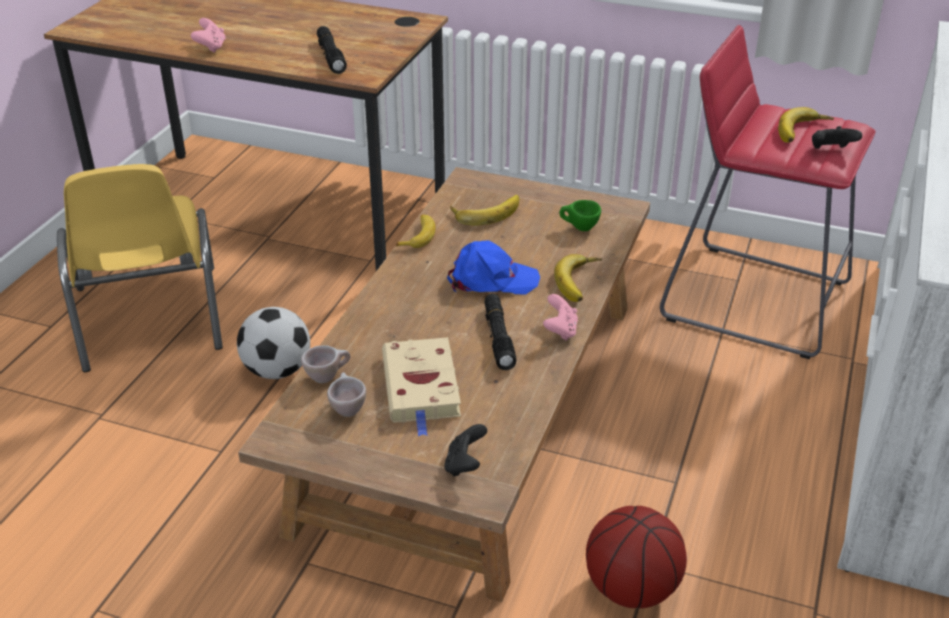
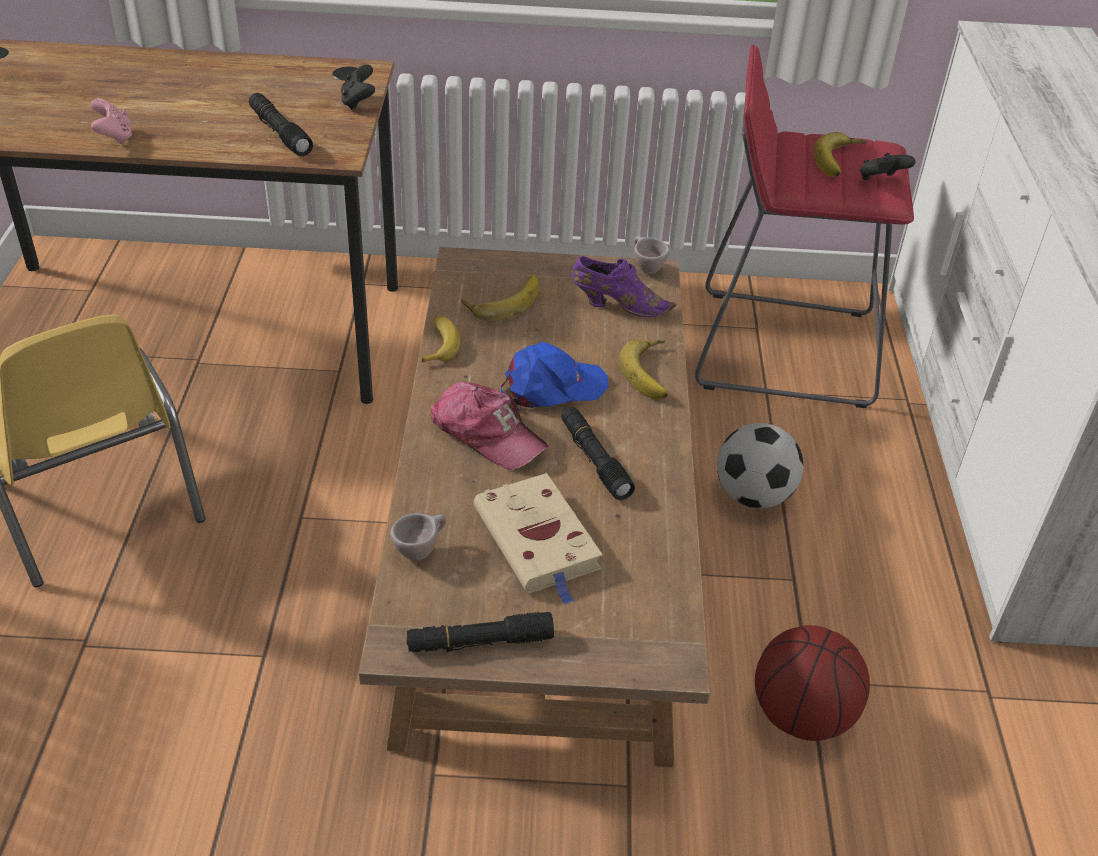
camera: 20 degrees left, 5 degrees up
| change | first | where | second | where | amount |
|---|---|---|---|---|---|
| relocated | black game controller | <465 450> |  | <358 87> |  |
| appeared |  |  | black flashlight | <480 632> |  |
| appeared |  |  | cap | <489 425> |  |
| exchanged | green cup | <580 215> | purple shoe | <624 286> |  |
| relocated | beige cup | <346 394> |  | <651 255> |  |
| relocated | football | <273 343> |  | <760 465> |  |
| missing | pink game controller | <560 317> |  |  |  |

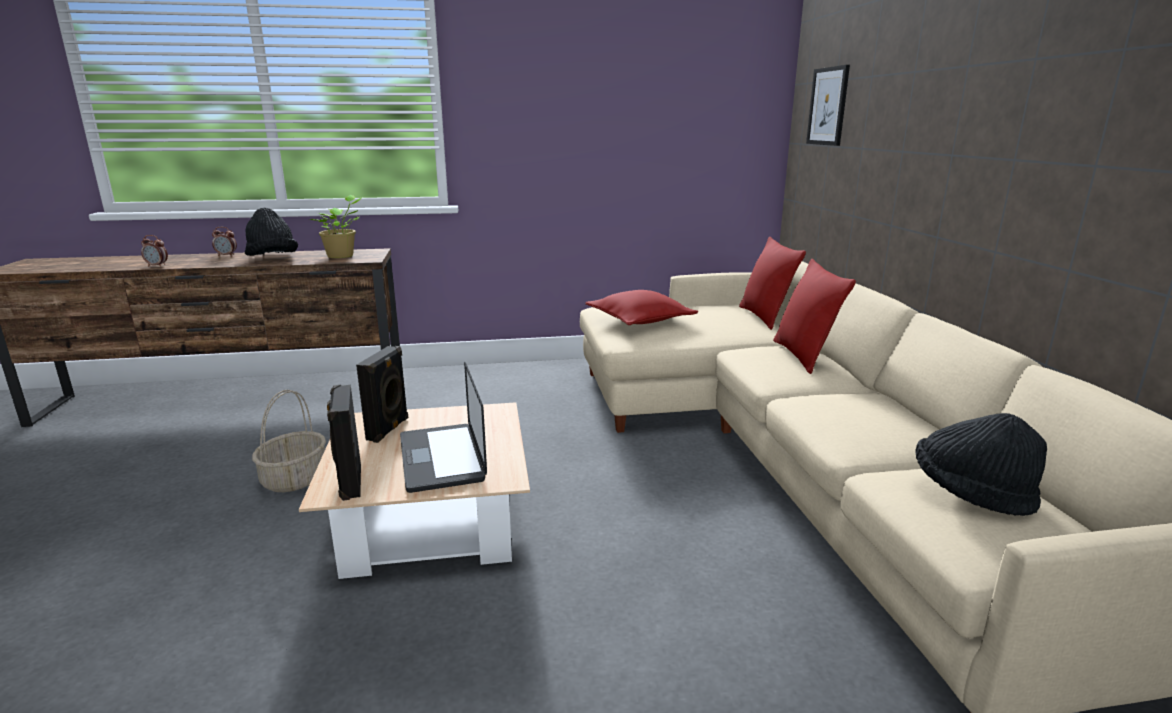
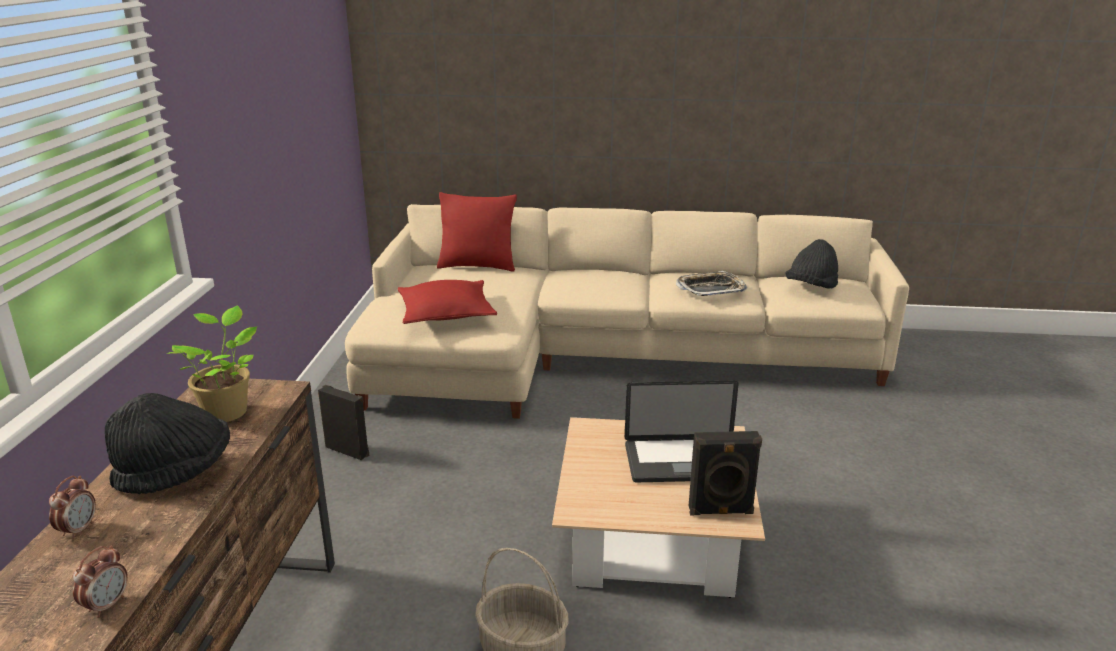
camera: 75 degrees left, 5 degrees up
| change | first | where | second | where | amount |
|---|---|---|---|---|---|
| relocated | black speaker | <382 394> |  | <343 422> |  |
| appeared |  |  | tray | <711 283> |  |
| missing | red pillow | <814 316> |  |  |  |
| missing | picture | <828 105> |  |  |  |

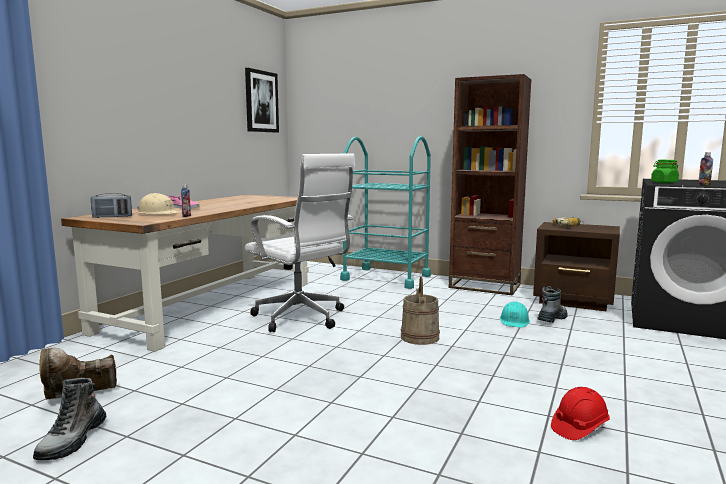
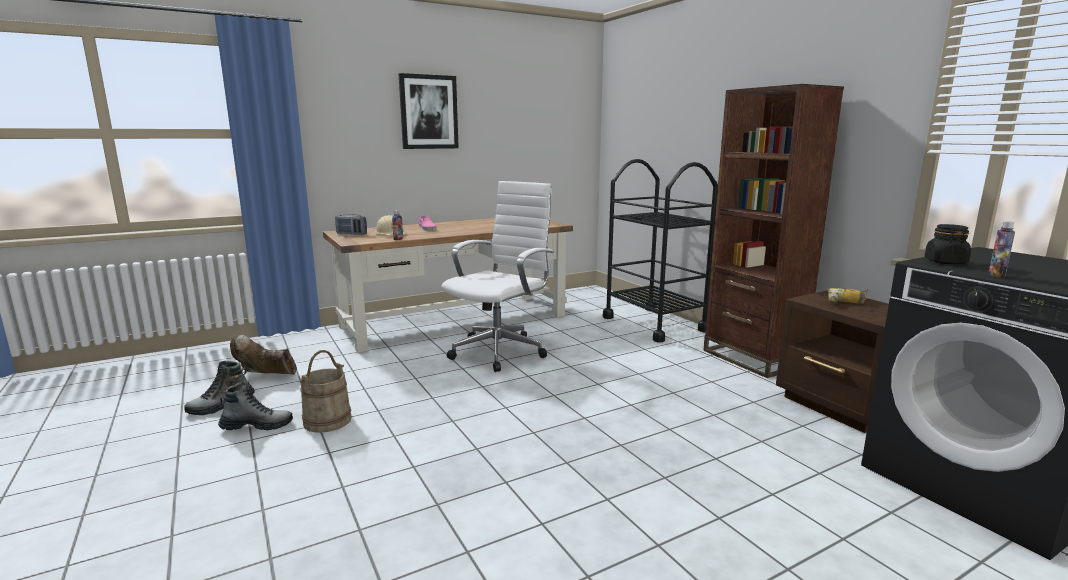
camera: 35 degrees right, 5 degrees up
| change | first | where | second | where | amount |
|---|---|---|---|---|---|
| relocated | boot | <552 304> |  | <255 405> |  |
| relocated | beige bucket | <420 310> |  | <326 391> |  |
| relocated | picture | <262 100> |  | <429 111> |  |
| spun | white office chair | <300 242> |  | <497 276> | 135 degrees counterclockwise |
| colour | turquoise cart | <385 212> | black cart | <660 251> |  |
| colour | green jar | <665 171> | black jar | <948 244> |  |
| missing | turquoise hard hat | <515 314> |  |  |  |
| missing | red hard hat | <580 413> |  |  |  |

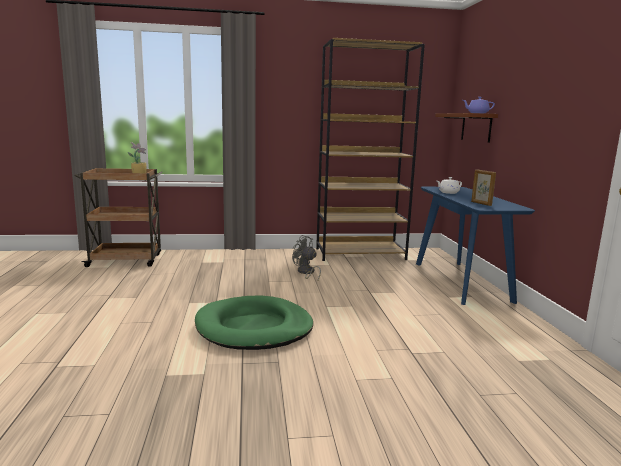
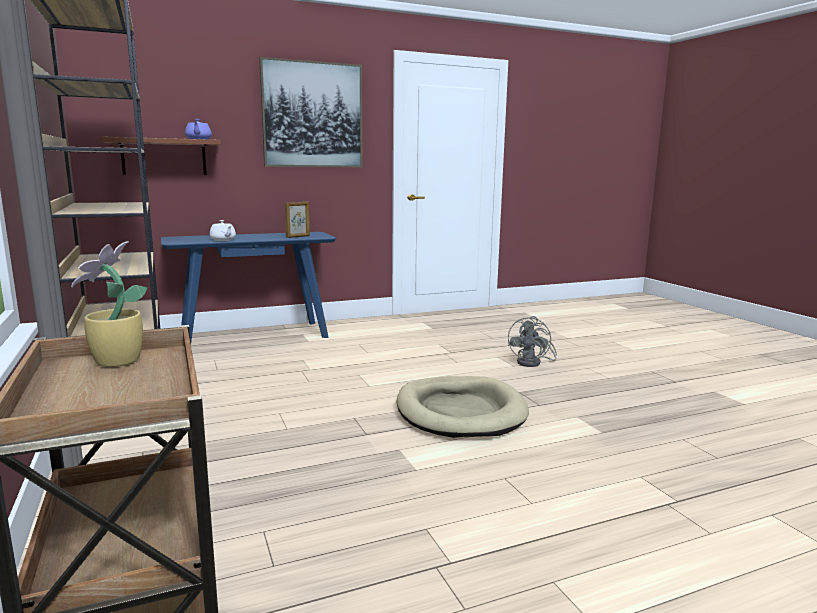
camera: 105 degrees left, 0 degrees up
| change | first | where | second | where | amount |
|---|---|---|---|---|---|
| appeared |  |  | picture | <311 112> |  |
| colour | green dog bed | <254 322> | beige dog bed | <462 407> |  |
| relocated | grey fan | <306 257> |  | <532 341> |  |

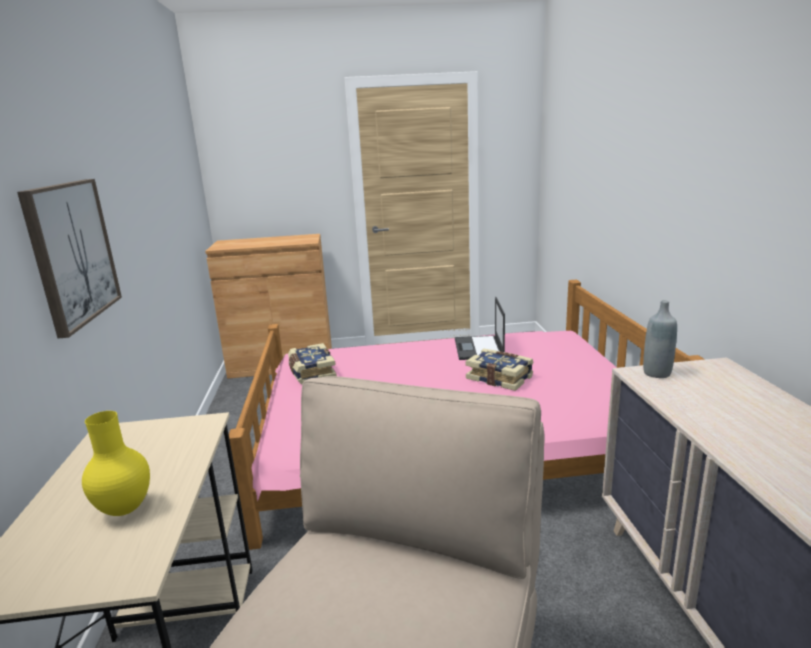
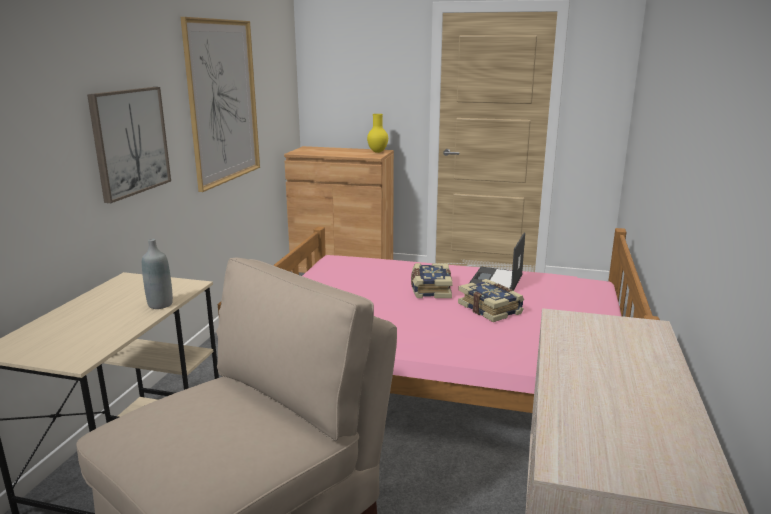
camera: 20 degrees right, 0 degrees up
| change | first | where | second | where | amount |
|---|---|---|---|---|---|
| relocated | grey bottle | <660 339> |  | <157 274> |  |
| appeared |  |  | picture | <220 104> |  |
| relocated | yellow vase | <116 463> |  | <377 133> |  |
| relocated | book | <312 364> |  | <432 280> |  |

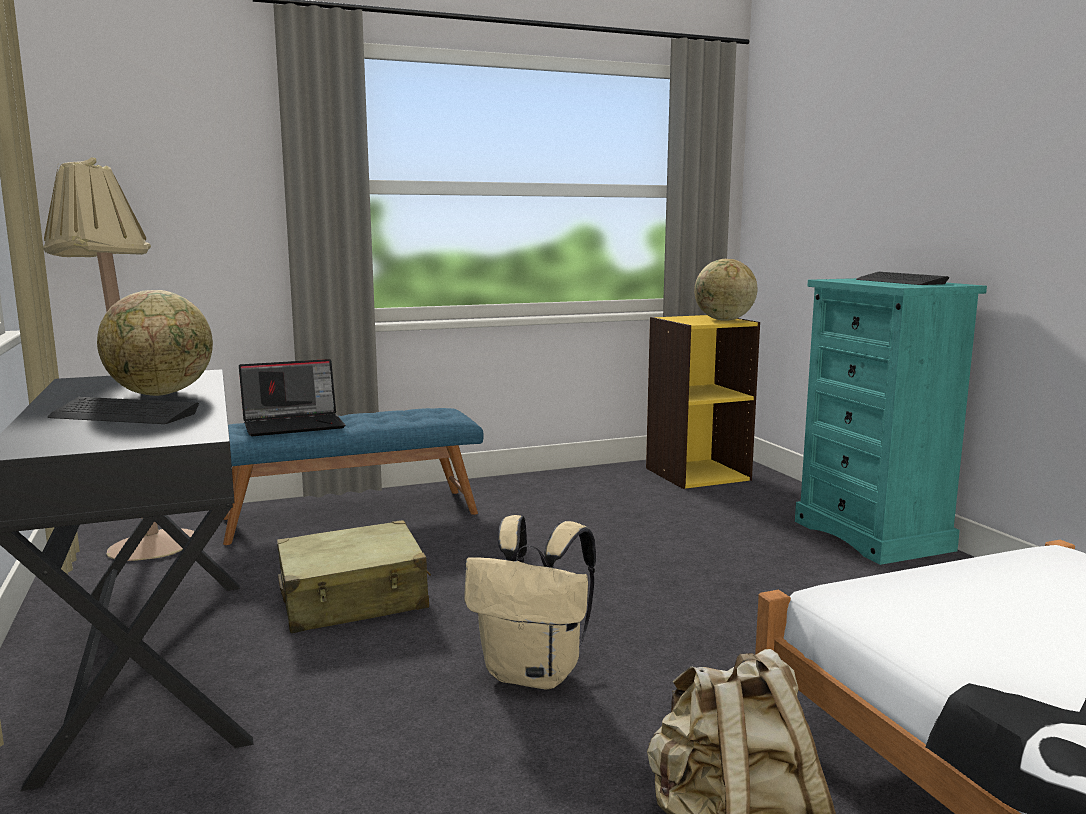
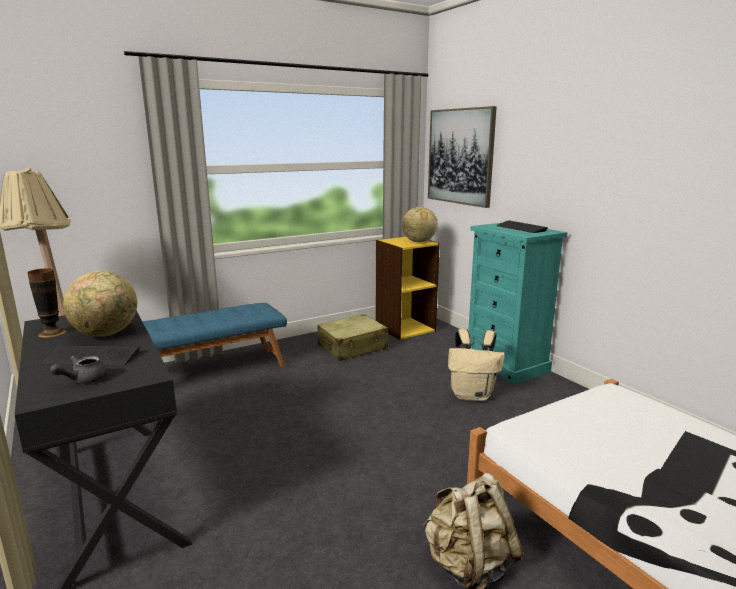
camera: 10 degrees left, 5 degrees up
| change | first | where | second | where | amount |
|---|---|---|---|---|---|
| appeared |  |  | vase | <47 303> |  |
| appeared |  |  | grey teapot | <79 370> |  |
| relocated | beige suitcase | <354 576> |  | <352 337> |  |
| appeared |  |  | picture | <462 157> |  |
| relocated | beige backpack | <530 602> |  | <476 365> |  |
| missing | laptop | <292 397> |  |  |  |

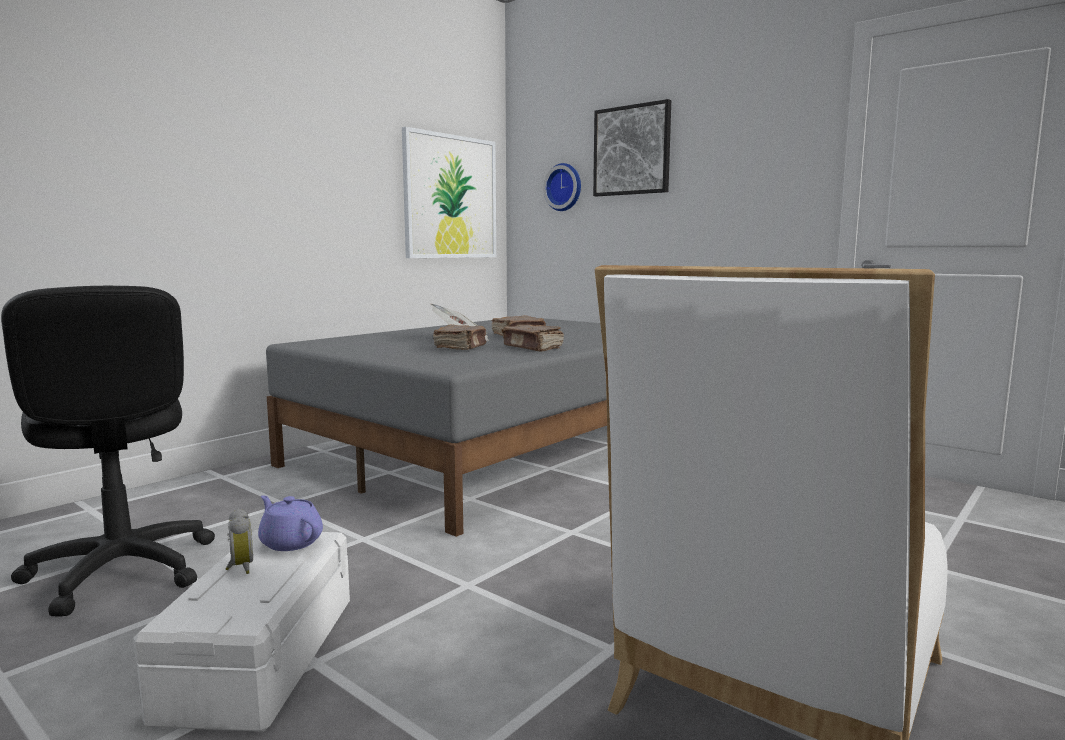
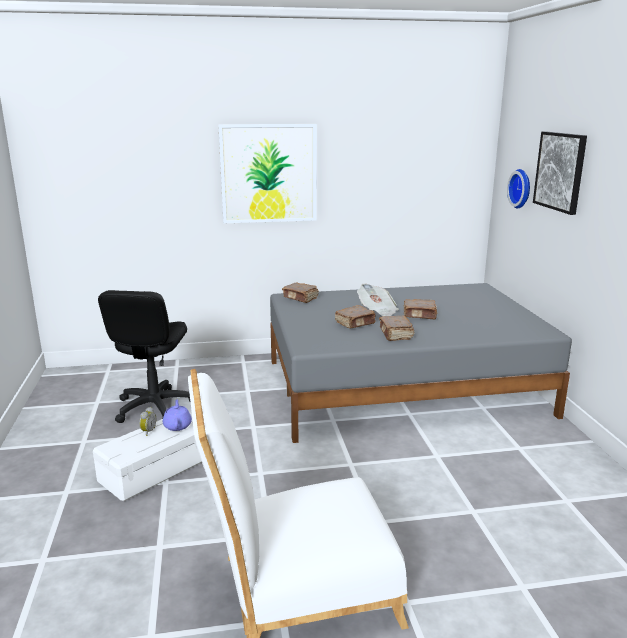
camera: 40 degrees right, 10 degrees up
| change | first | where | second | where | amount |
|---|---|---|---|---|---|
| relocated | picture | <449 192> |  | <267 173> |  |
| appeared |  |  | brown book | <300 292> |  |

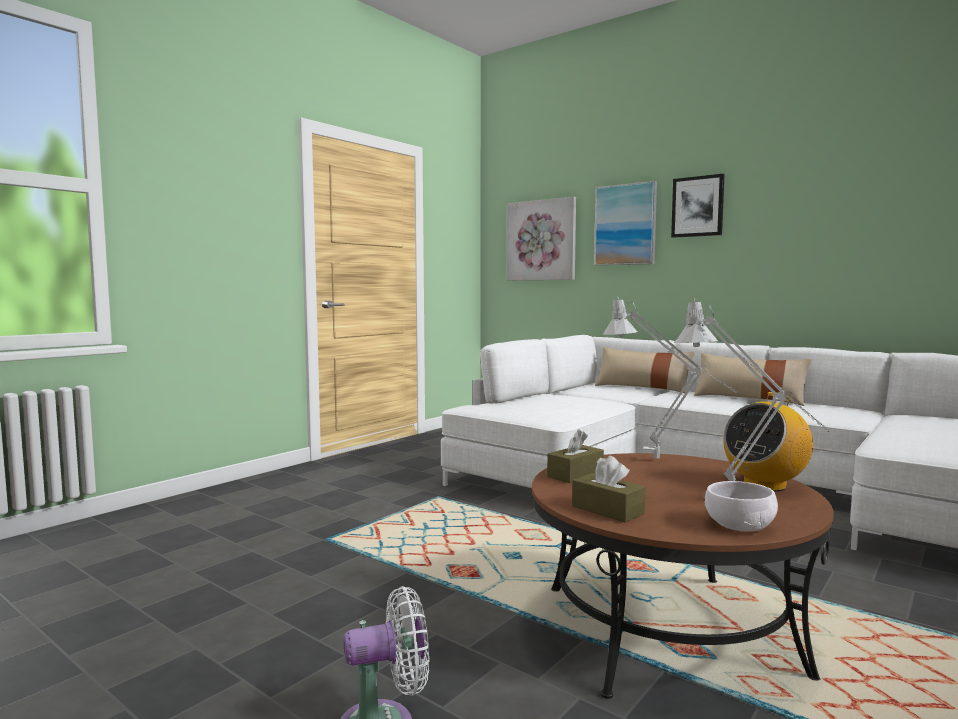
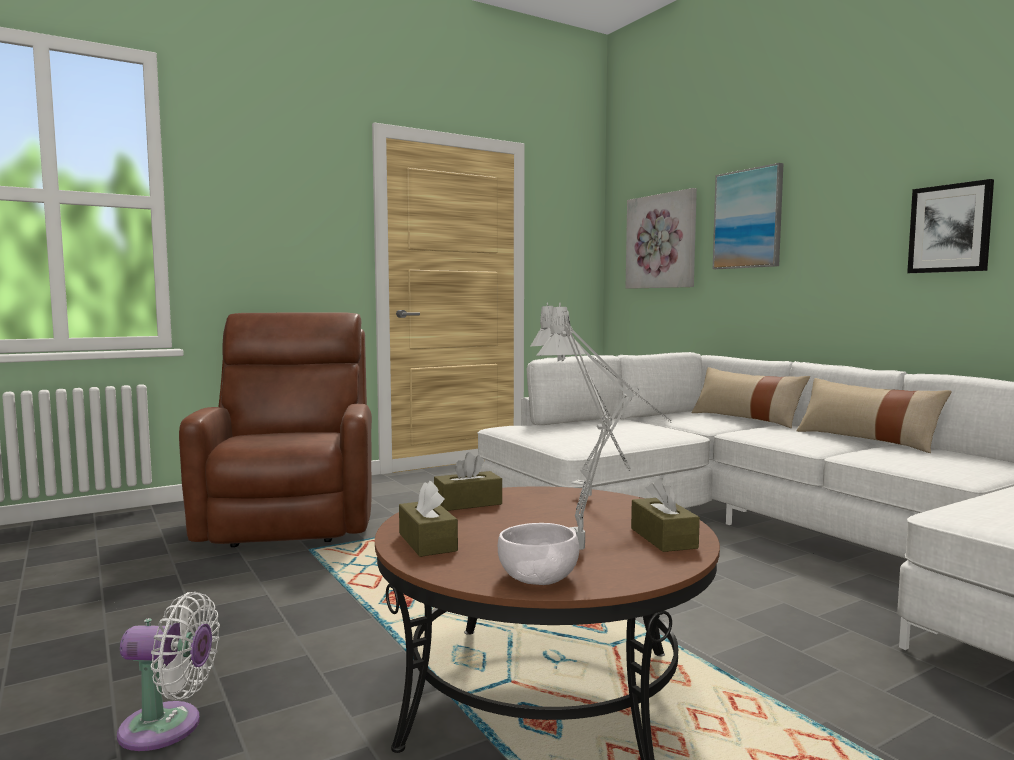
camera: 20 degrees right, 0 degrees up
| change | first | where | second | where | amount |
|---|---|---|---|---|---|
| appeared |  |  | brown armchair | <275 429> |  |
| exchanged | radio | <768 442> | brown tissue box | <665 515> |  |
| relocated | picture | <698 206> |  | <950 226> |  |

